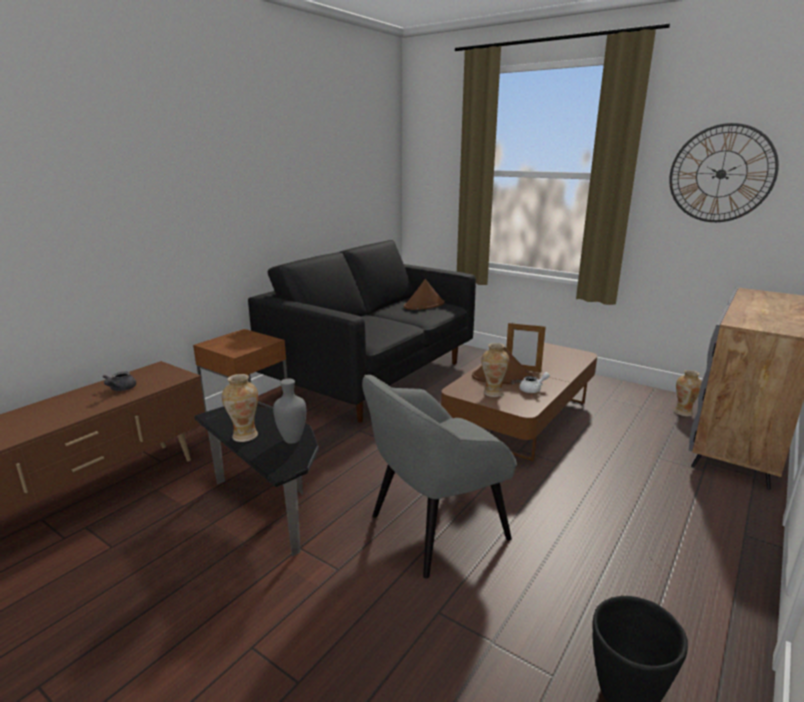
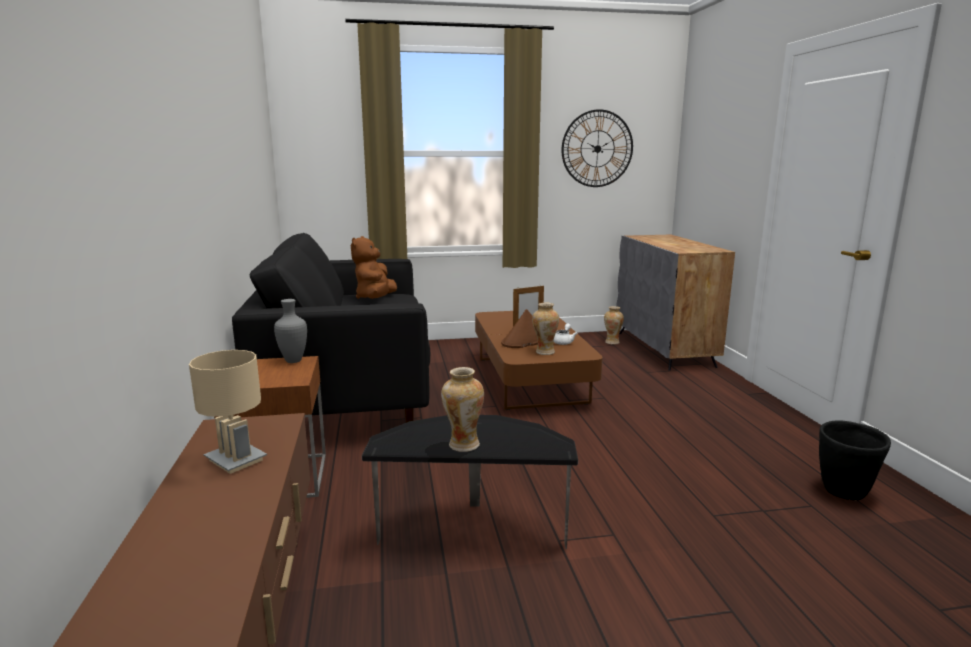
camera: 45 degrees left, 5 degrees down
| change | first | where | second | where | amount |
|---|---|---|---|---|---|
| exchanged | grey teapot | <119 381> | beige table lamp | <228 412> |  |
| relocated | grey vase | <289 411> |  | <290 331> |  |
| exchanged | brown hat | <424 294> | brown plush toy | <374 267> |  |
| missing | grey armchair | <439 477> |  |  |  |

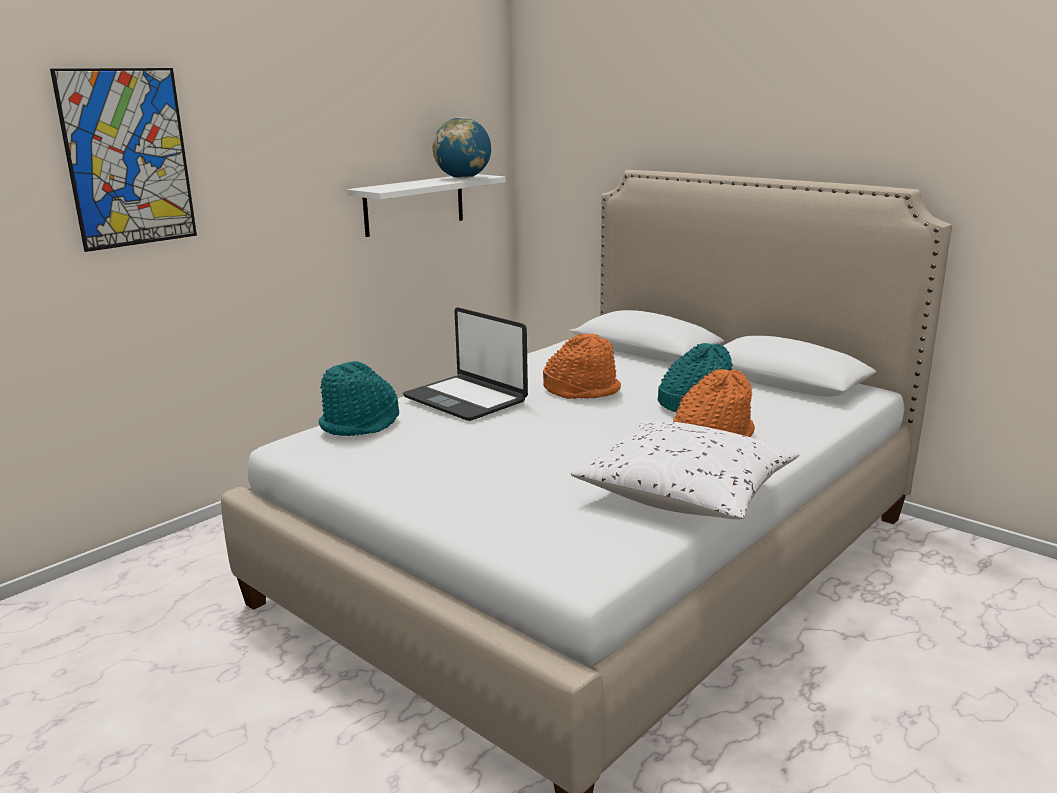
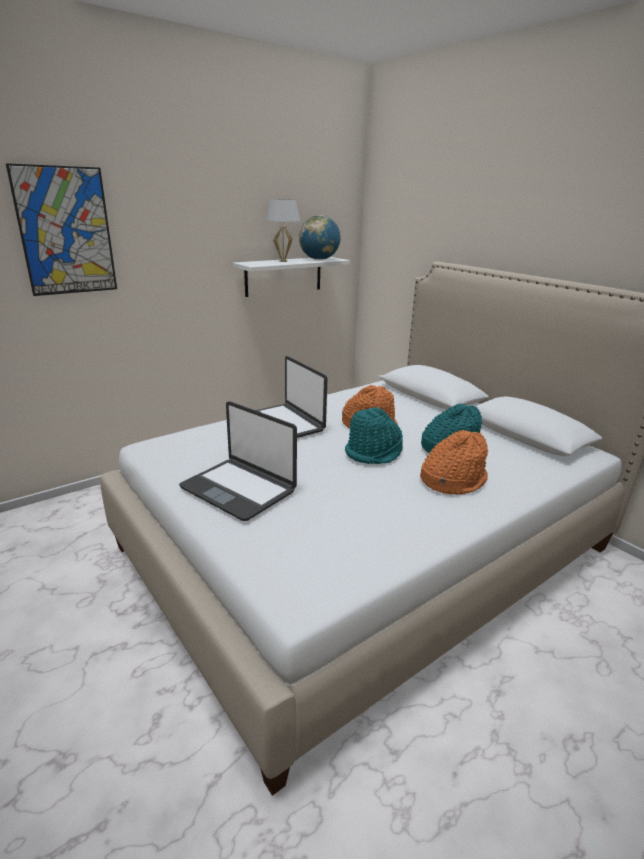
camera: 10 degrees right, 5 degrees up
| change | first | where | second | where | amount |
|---|---|---|---|---|---|
| appeared |  |  | laptop | <238 461> |  |
| appeared |  |  | white table lamp | <283 230> |  |
| relocated | turquoise hat | <359 398> |  | <374 435> |  |
| missing | white pillow | <685 469> |  |  |  |

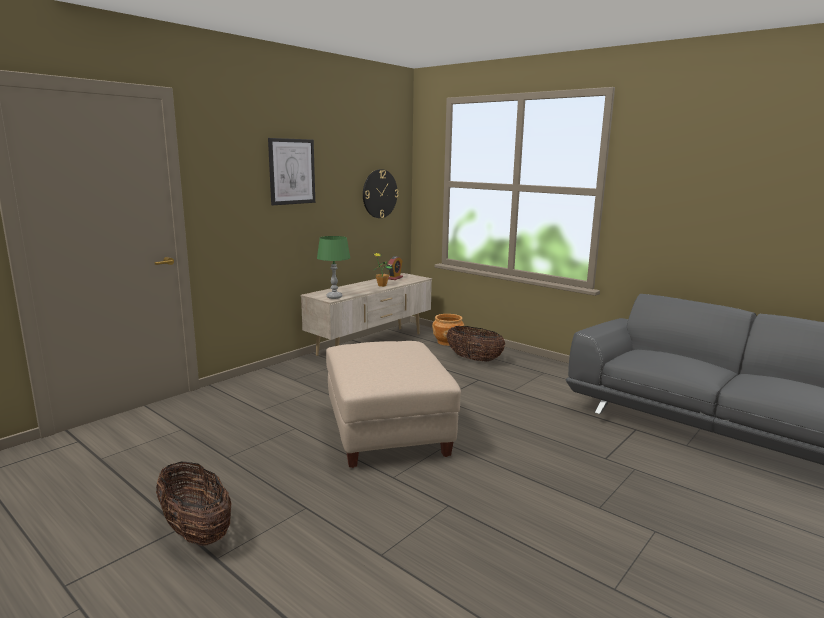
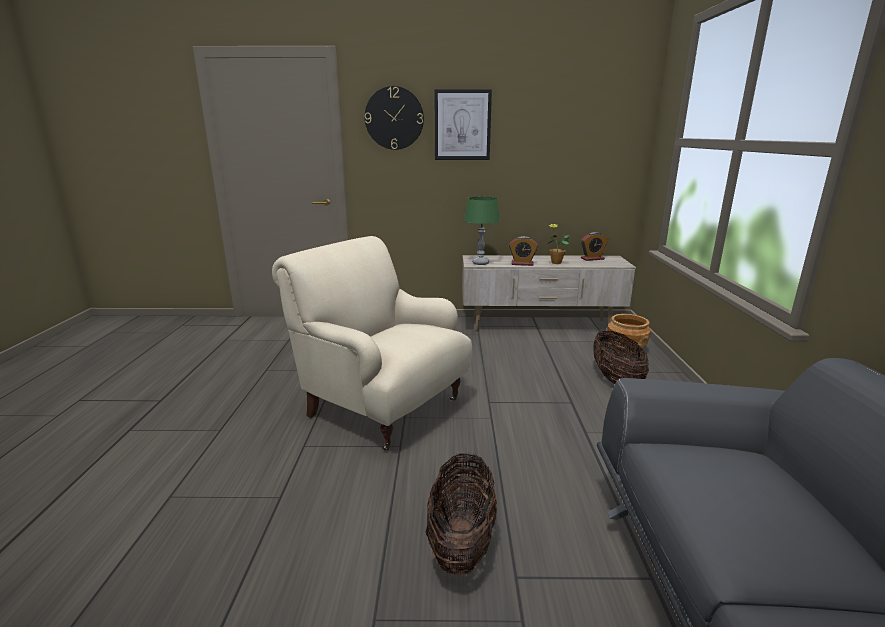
camera: 50 degrees right, 5 degrees up
| change | first | where | second | where | amount |
|---|---|---|---|---|---|
| exchanged | beige ottoman | <393 404> | beige armchair | <372 343> |  |
| relocated | wall clock | <380 193> |  | <394 118> |  |
| relocated | basket | <193 504> |  | <461 514> |  |
| appeared |  |  | alarm clock | <523 251> |  |

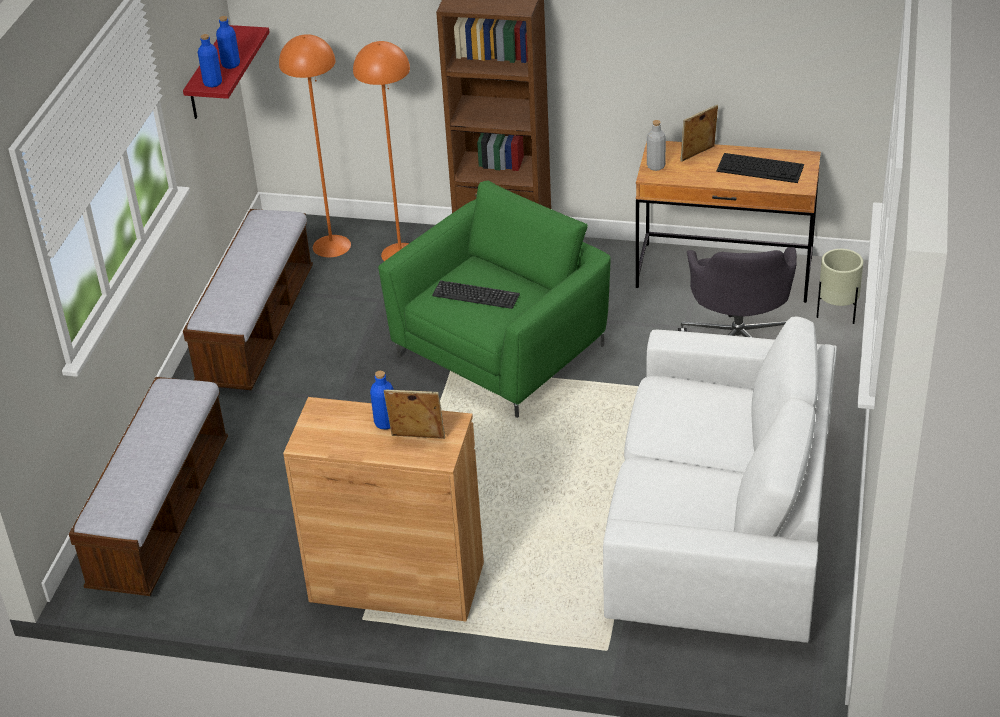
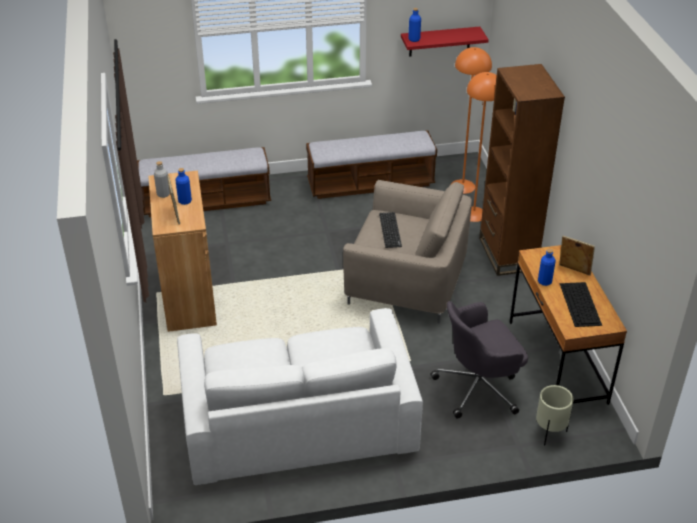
camera: 65 degrees right, 0 degrees up
| change | first | where | second | where | amount |
|---|---|---|---|---|---|
| relocated | grey bottle | <656 145> |  | <162 179> |  |
| colour | green armchair | <494 299> | beige armchair | <407 251> |  |
| relocated | blue bottle | <228 42> |  | <547 267> |  |

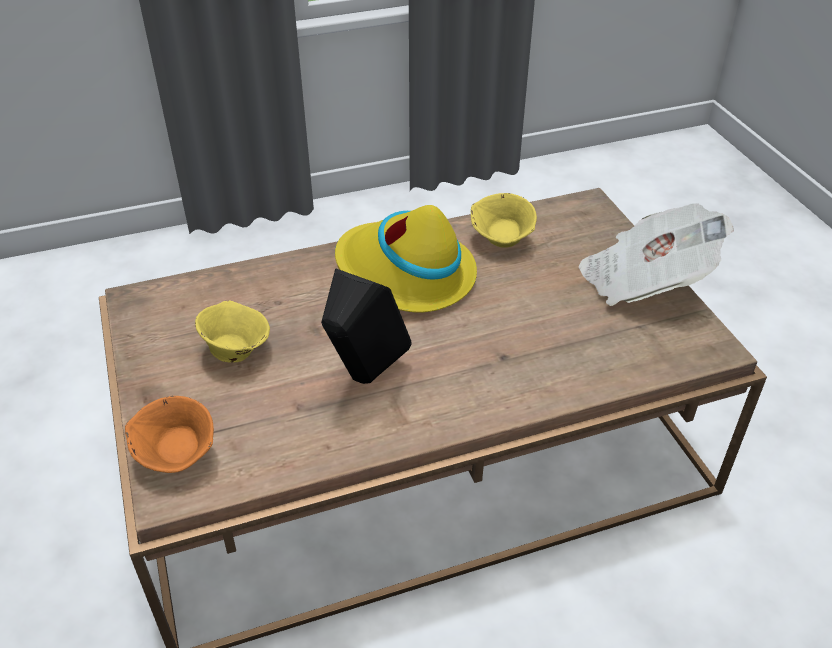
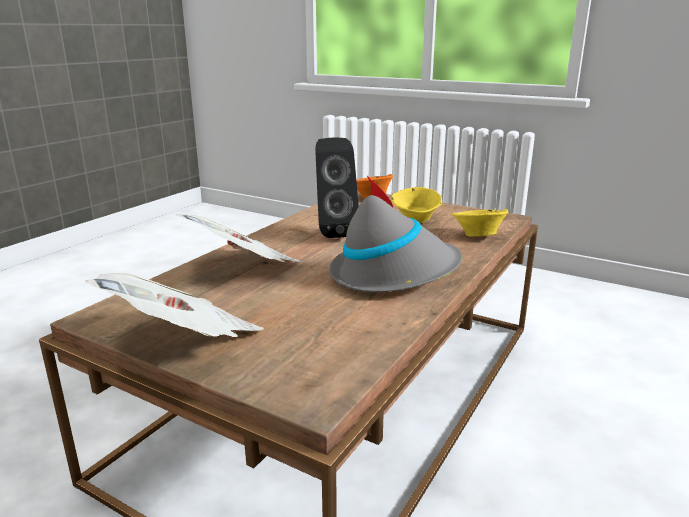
camera: 140 degrees right, 20 degrees down
| change | first | where | second | where | amount |
|---|---|---|---|---|---|
| appeared |  |  | newspaper | <240 238> |  |
| colour | yellow hat | <406 259> | grey hat | <396 234> |  |
| relocated | yellow bowl | <504 220> |  | <480 223> |  |

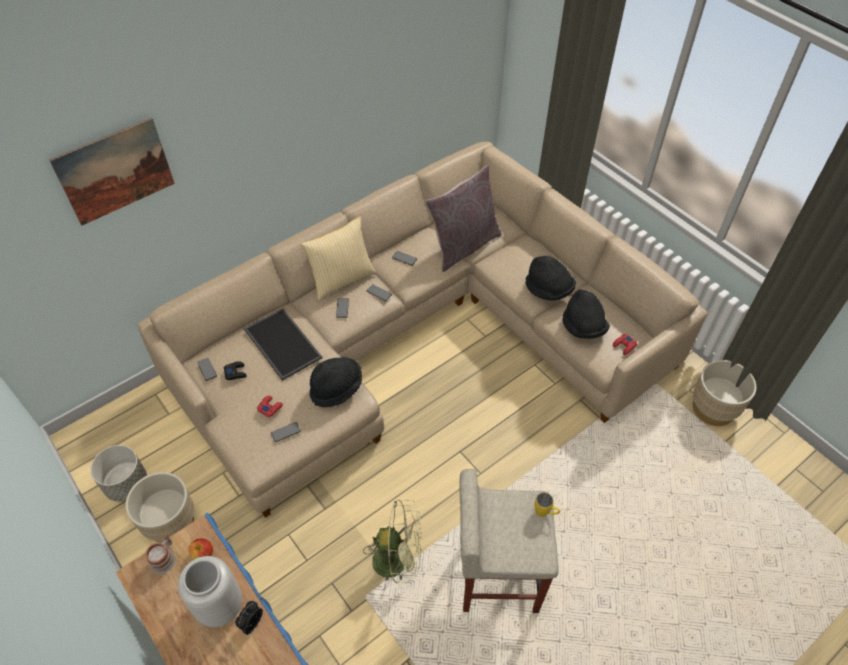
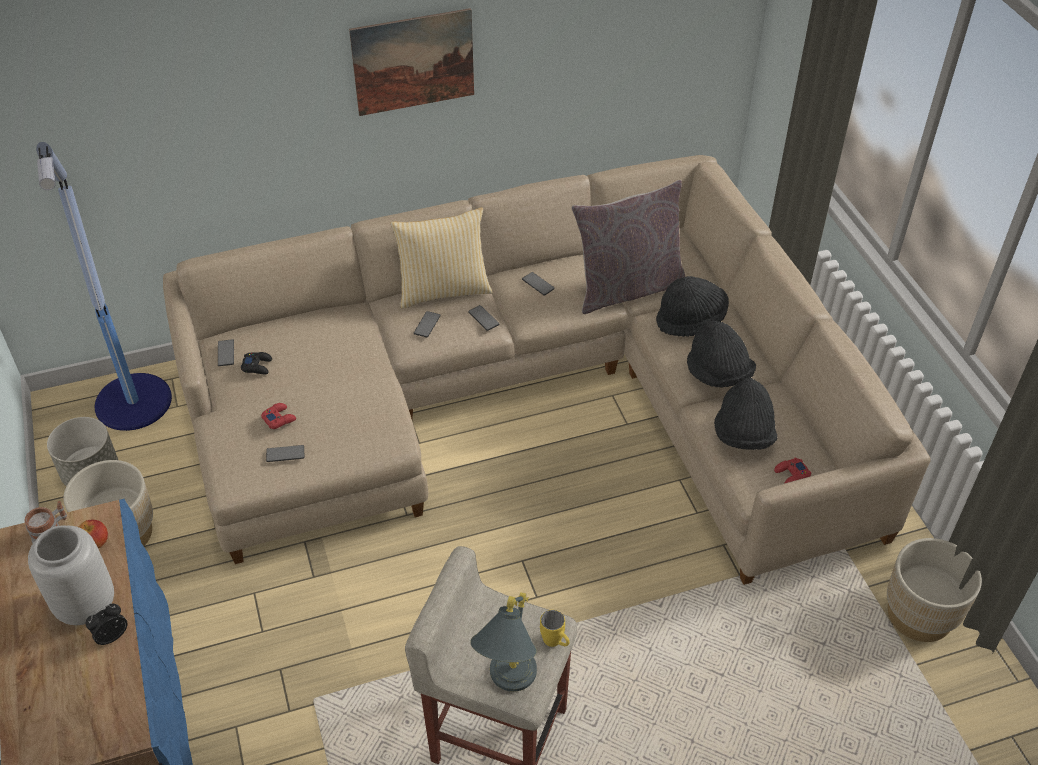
camera: 20 degrees right, 5 degrees down
| change | first | where | second | where | amount |
|---|---|---|---|---|---|
| appeared |  |  | floor lamp | <104 286> |  |
| relocated | picture | <112 171> |  | <411 62> |  |
| appeared |  |  | grey table lamp | <503 642> |  |
| relocated | black hat | <336 382> |  | <692 306> |  |
| missing | tray | <283 344> |  |  |  |
| missing | green fan | <392 542> |  |  |  |

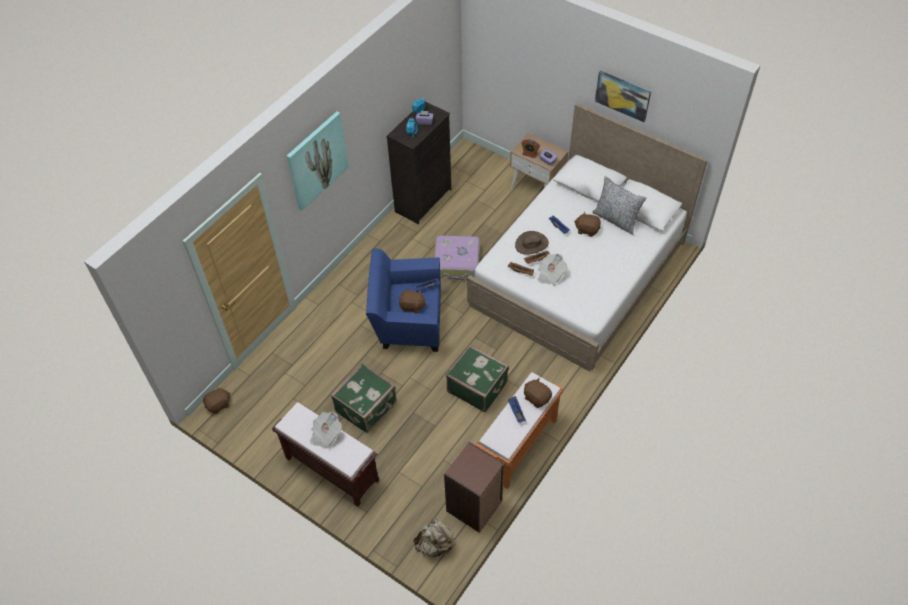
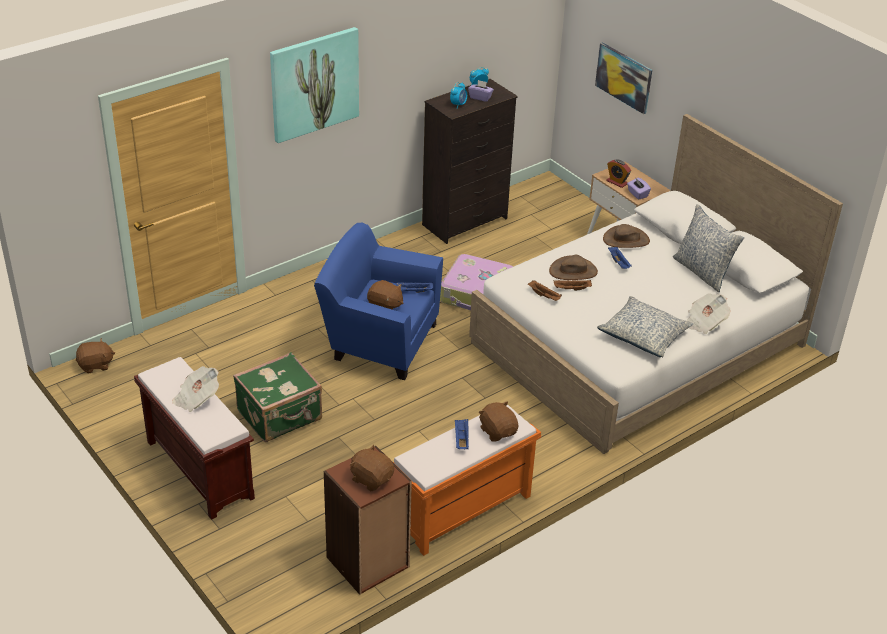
camera: 15 degrees right, 15 degrees down
| change | first | where | second | where | amount |
|---|---|---|---|---|---|
| relocated | brown plush toy | <587 224> |  | <372 468> |  |
| relocated | picture | <623 96> |  | <623 78> |  |
| appeared |  |  | pillow | <645 326> |  |
| appeared |  |  | brown hat | <626 236> |  |
| relocated | newspaper | <552 269> |  | <708 313> |  |
| missing | beige backpack | <434 538> |  |  |  |
| missing | green suitcase | <477 378> |  |  |  |

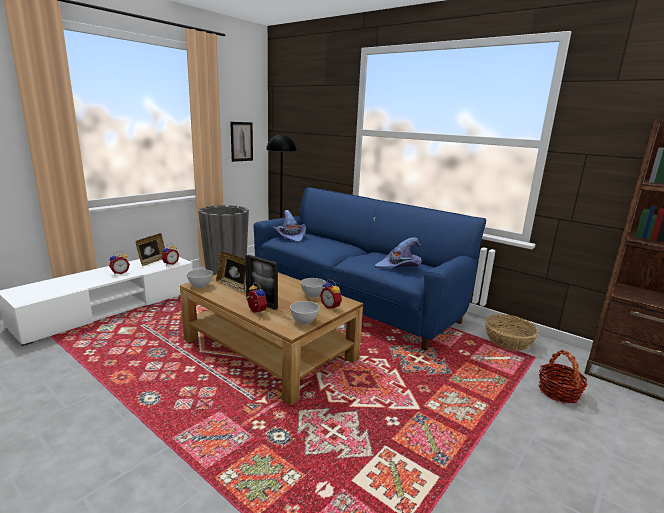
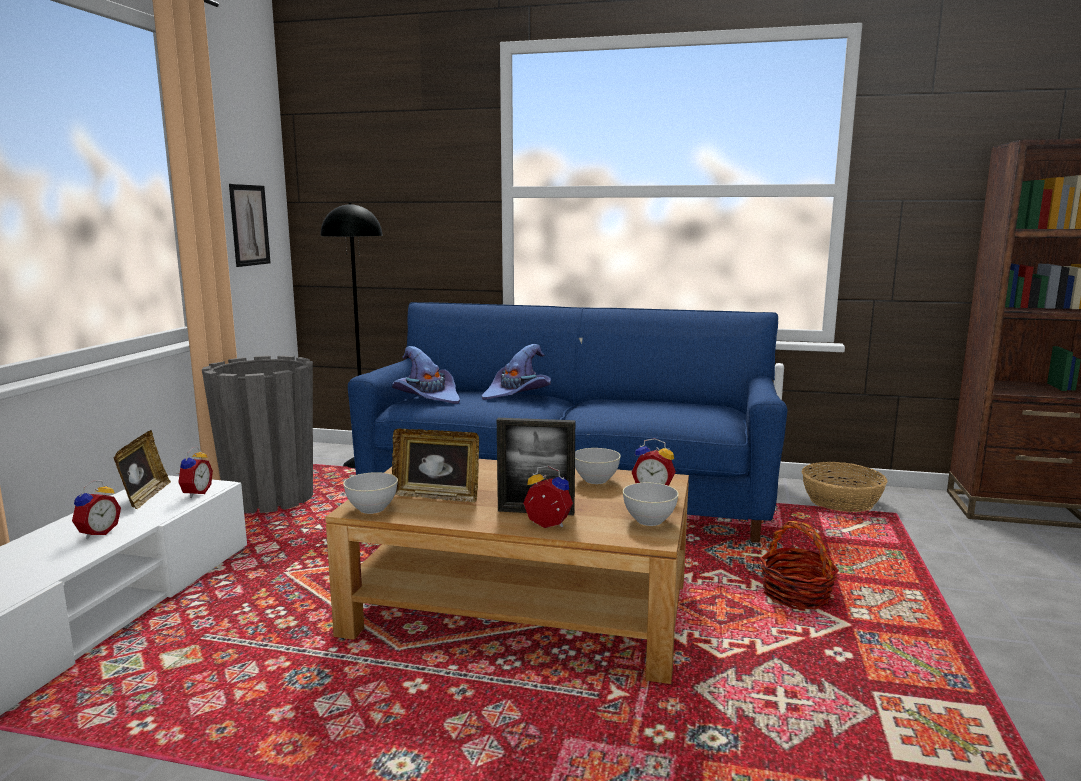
camera: 25 degrees left, 5 degrees down
| change | first | where | second | where | amount |
|---|---|---|---|---|---|
| relocated | purple hat | <398 252> |  | <516 372> |  |
| relocated | basket | <562 376> |  | <799 565> |  |

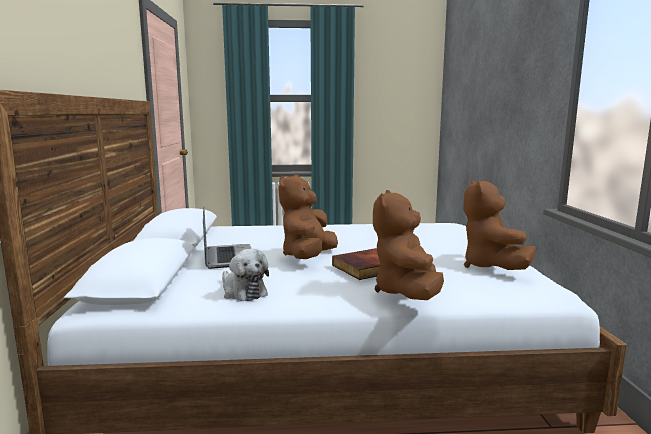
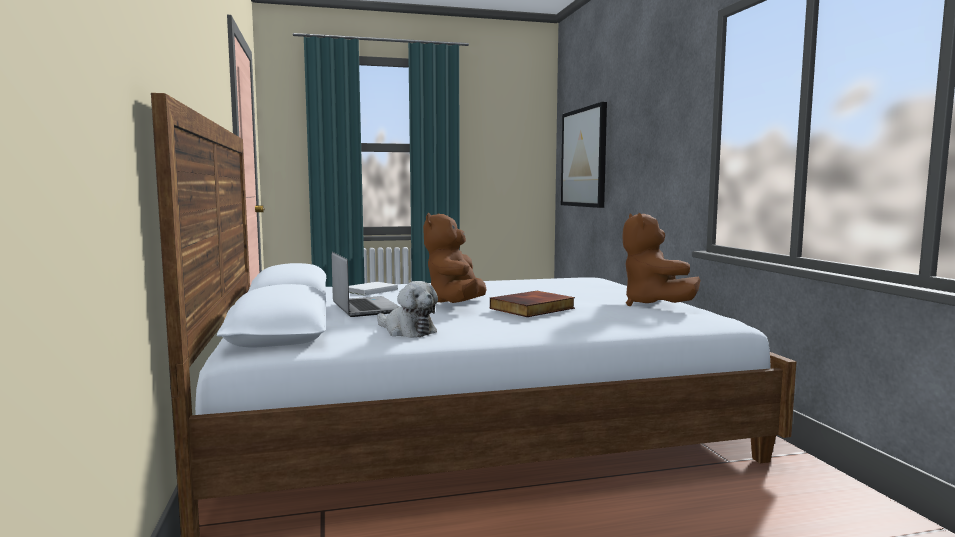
camera: 10 degrees left, 5 degrees down
| change | first | where | second | where | amount |
|---|---|---|---|---|---|
| appeared |  |  | white book | <373 289> |  |
| appeared |  |  | picture | <584 155> |  |
| missing | brown plush toy | <408 245> |  |  |  |

